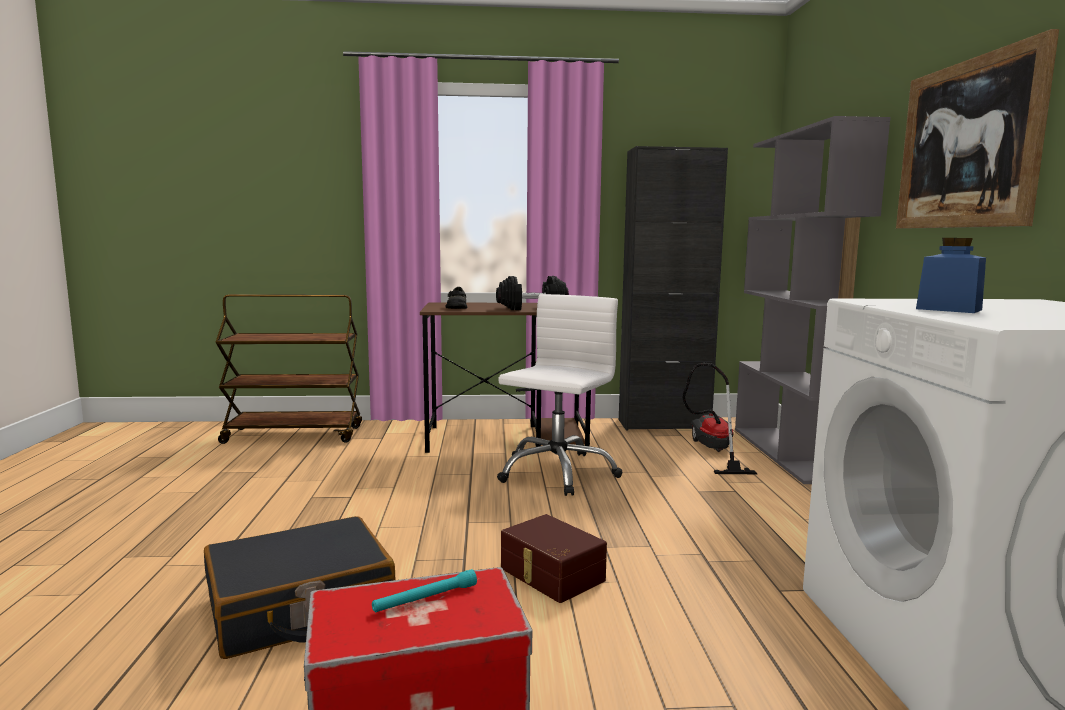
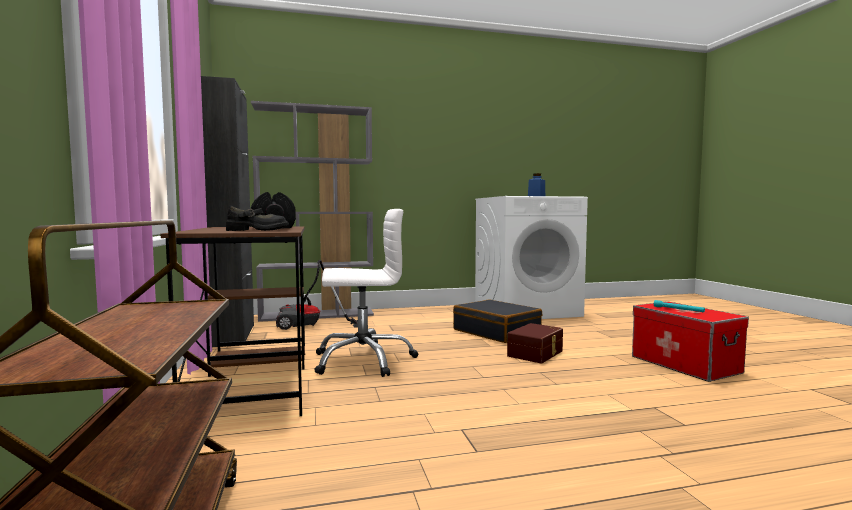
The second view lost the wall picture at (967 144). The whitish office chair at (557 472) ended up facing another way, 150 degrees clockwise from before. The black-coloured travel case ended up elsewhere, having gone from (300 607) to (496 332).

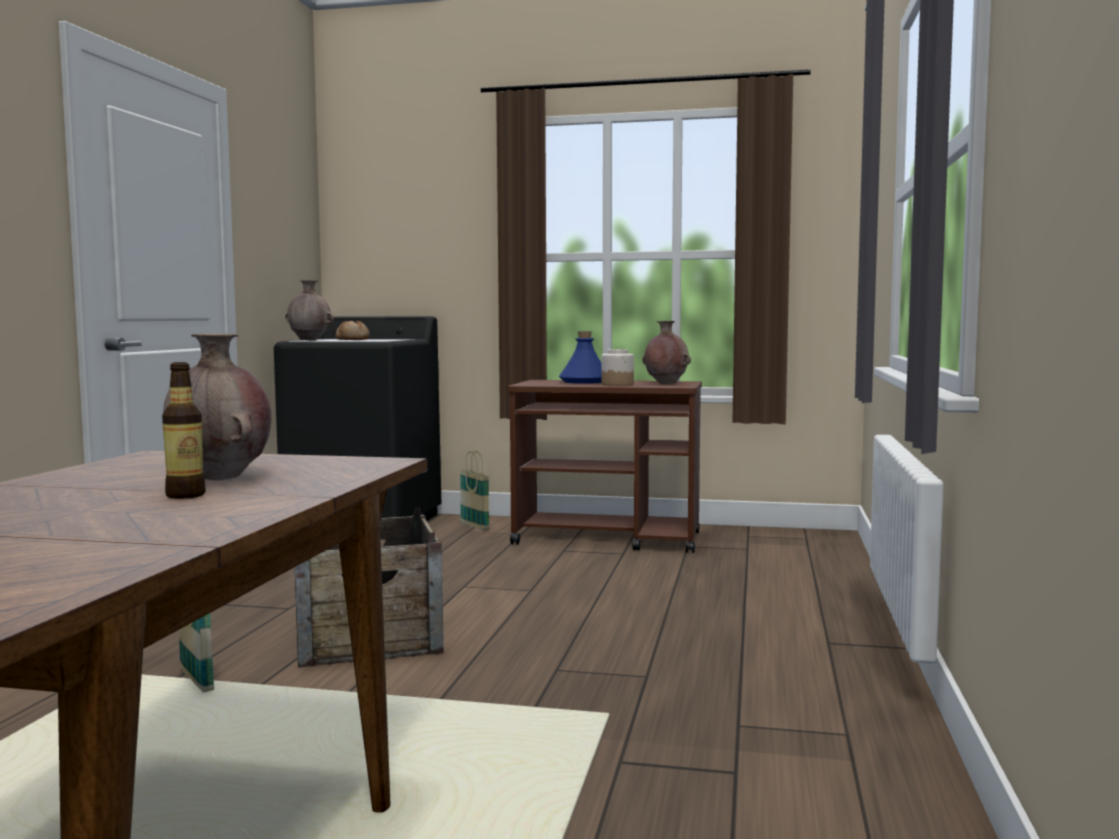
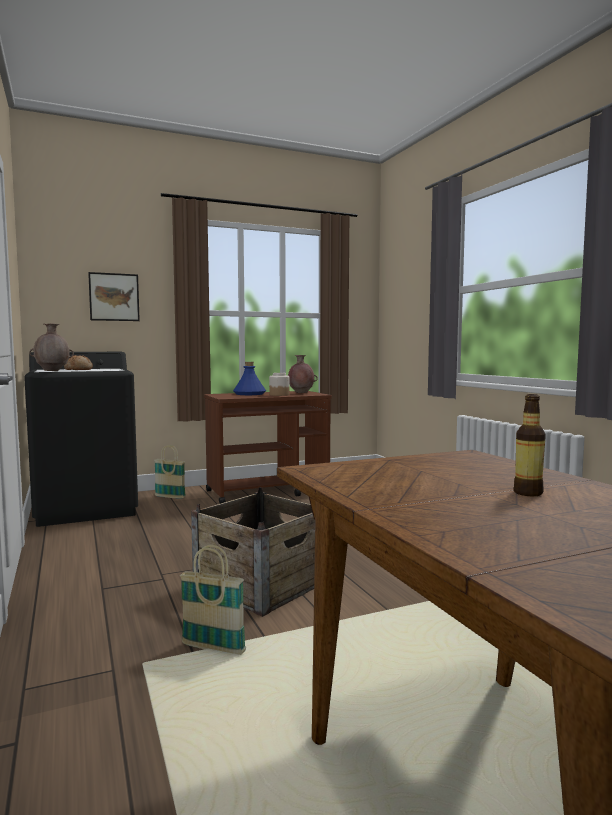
The second view lost the brownish decorative vase at (221 477). The second view gained the wall picture at (114 297).

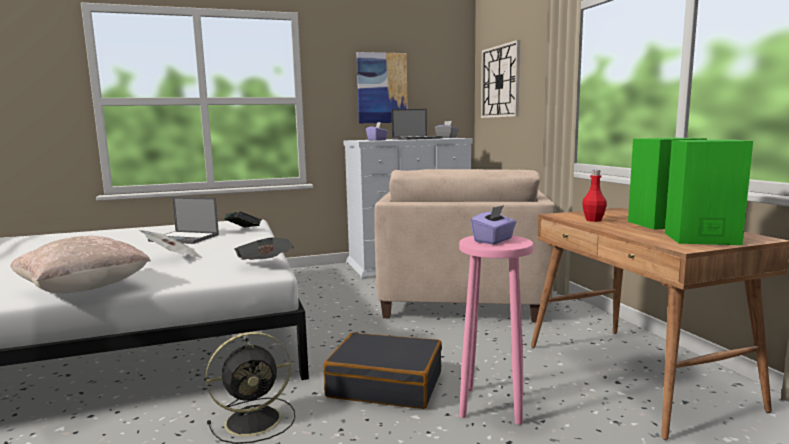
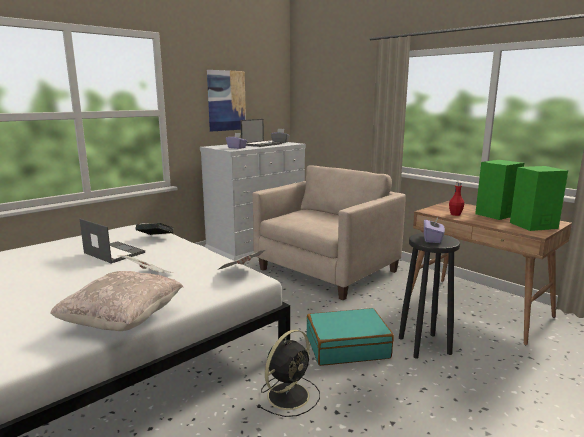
The second view lost the wall clock at (500 81). The sand-coloured lounge chair at (462 298) ended up facing another way, 120 degrees counterclockwise from before. The notebook computer at (185 238) ended up facing another way, 135 degrees counterclockwise from before. What was the pink-coloured stool at (492 404) turned into the black-coloured stool at (424 345). What was the black-coloured travel case at (386 384) turned into the turquoise travel case at (347 346).

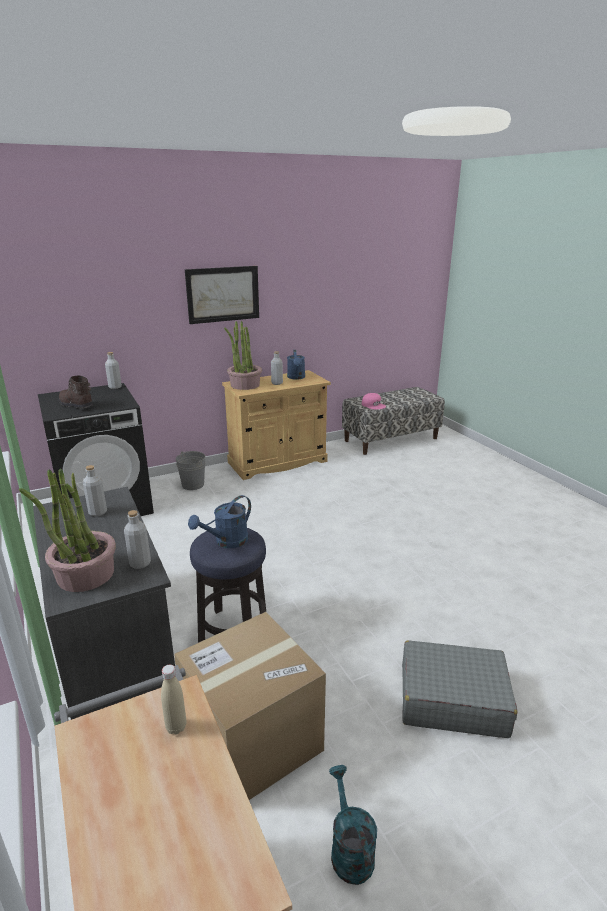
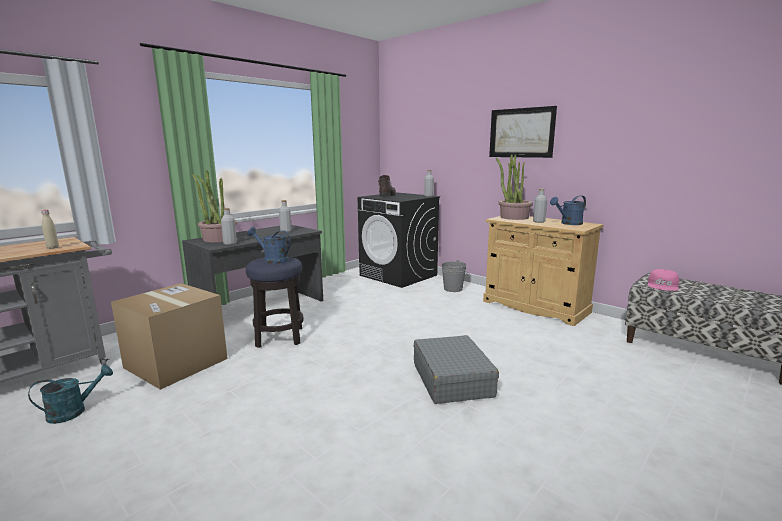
The gray travel case ended up elsewhere, having gone from (452 699) to (452 379).

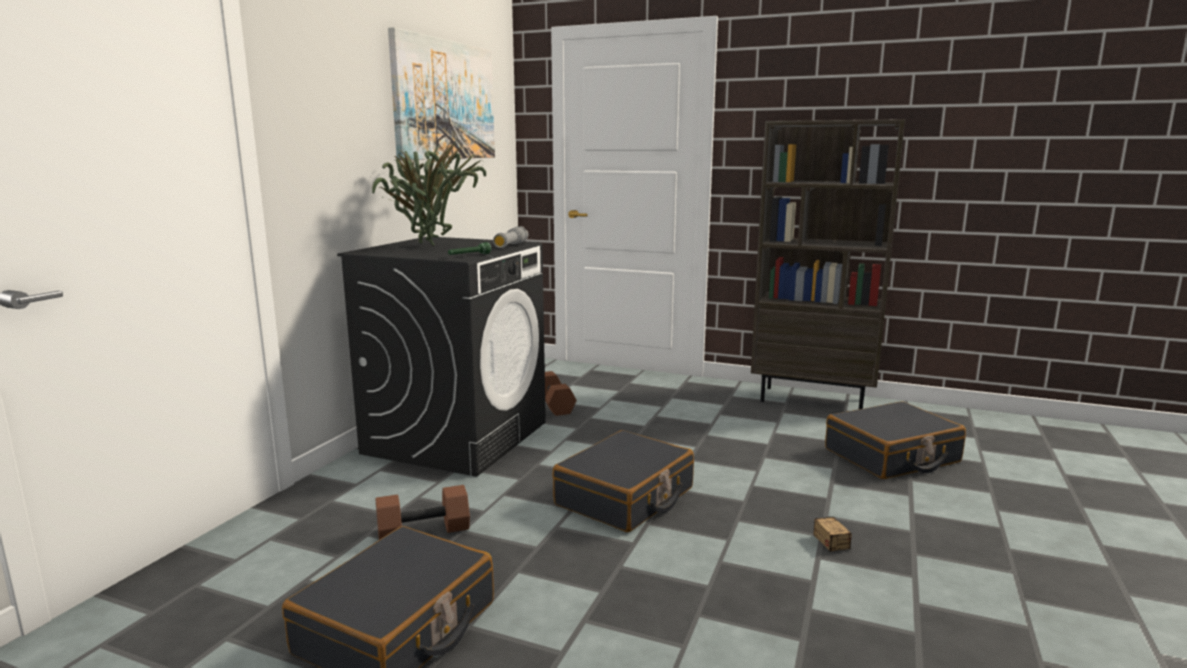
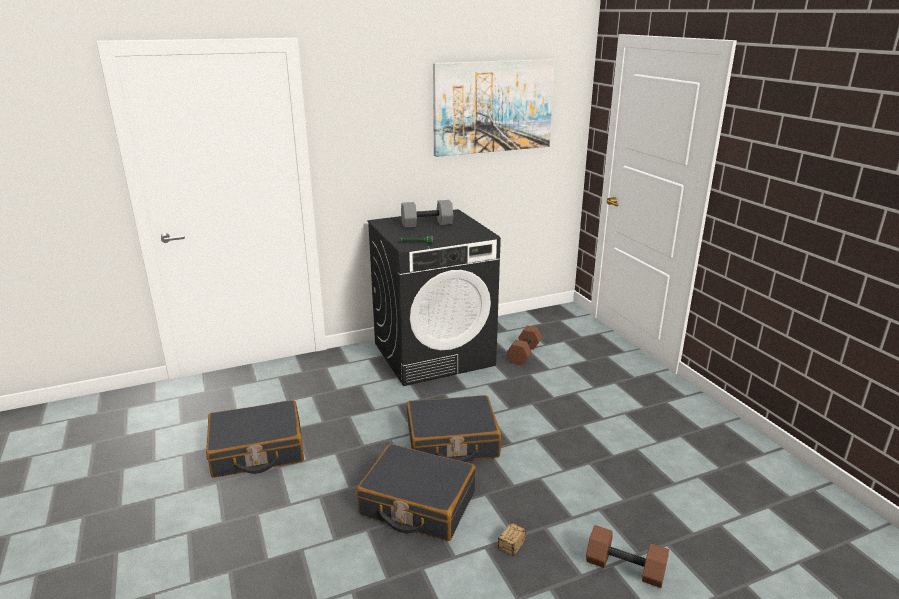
The second view lost the brownish shelving unit at (813 400). Where the potted plant stood at (430 246), the gray dumbbell came to stand at (426 224). The second view lost the gray hand torch at (510 245). The black-coloured travel case ended up elsewhere, having gone from (892 456) to (417 504). The brownish dumbbell ended up elsewhere, having gone from (424 530) to (626 567).

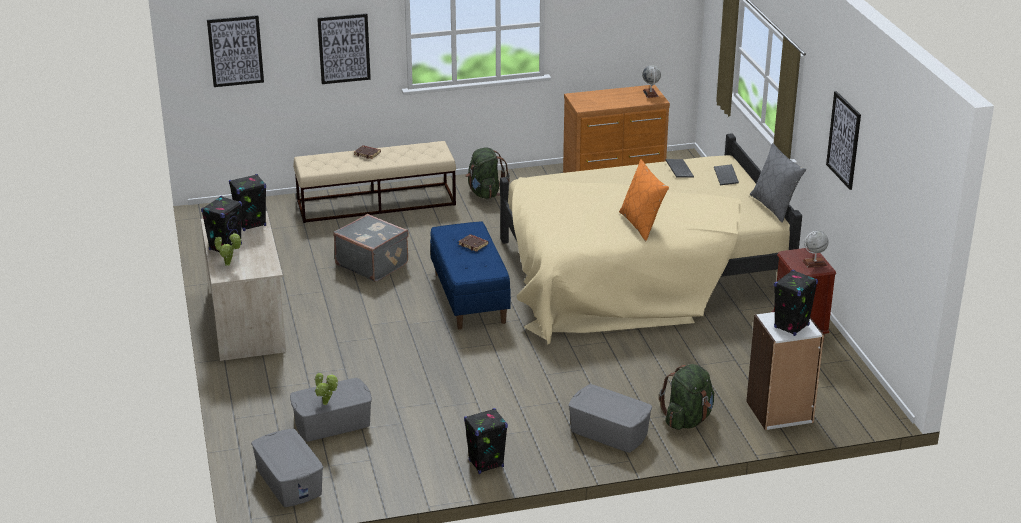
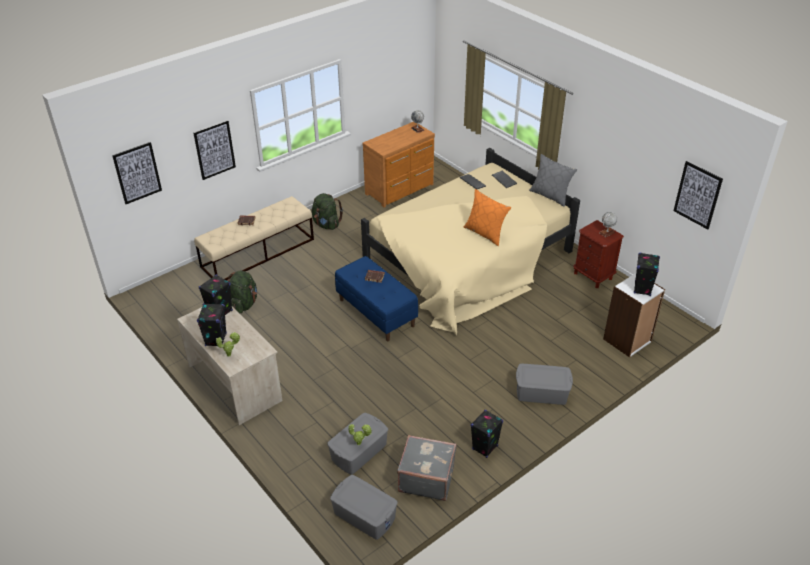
The wall picture ended up elsewhere, having gone from (844 140) to (697 195). The gray travel case ended up elsewhere, having gone from (372 264) to (426 478). The greenish backpack ended up elsewhere, having gone from (687 419) to (244 304).

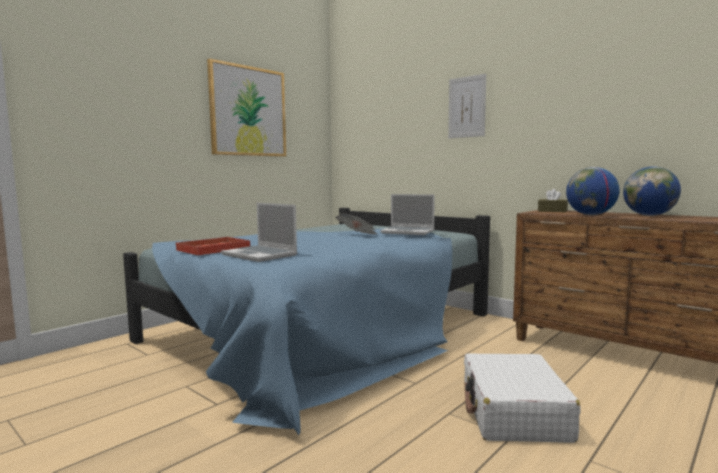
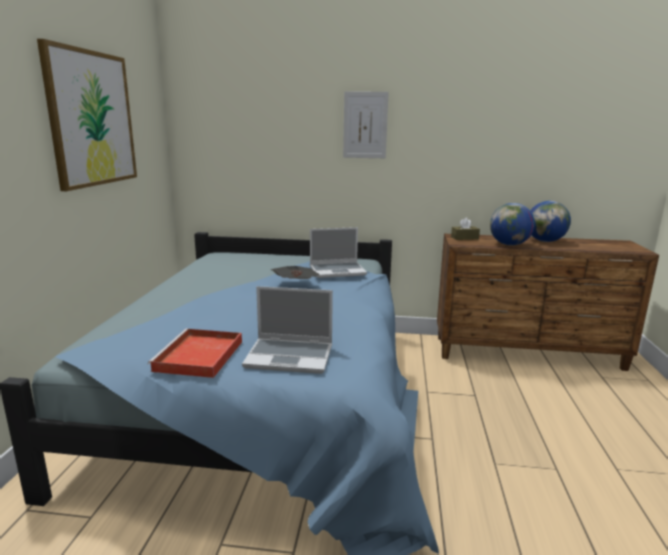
The second view lost the whitish travel case at (514 412).

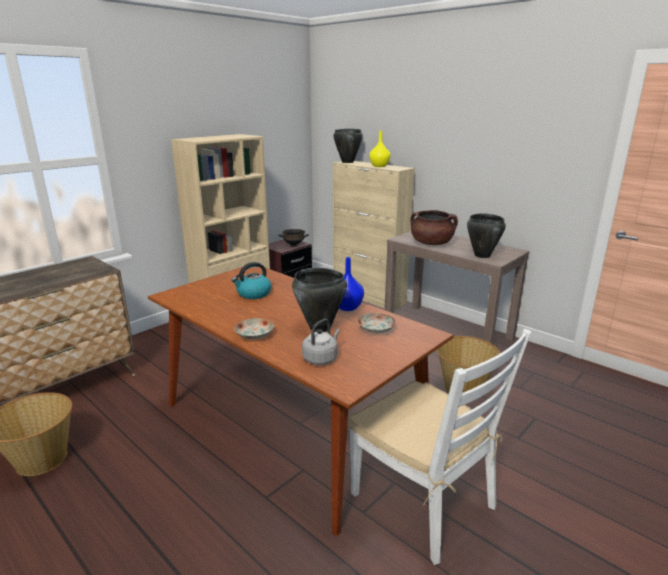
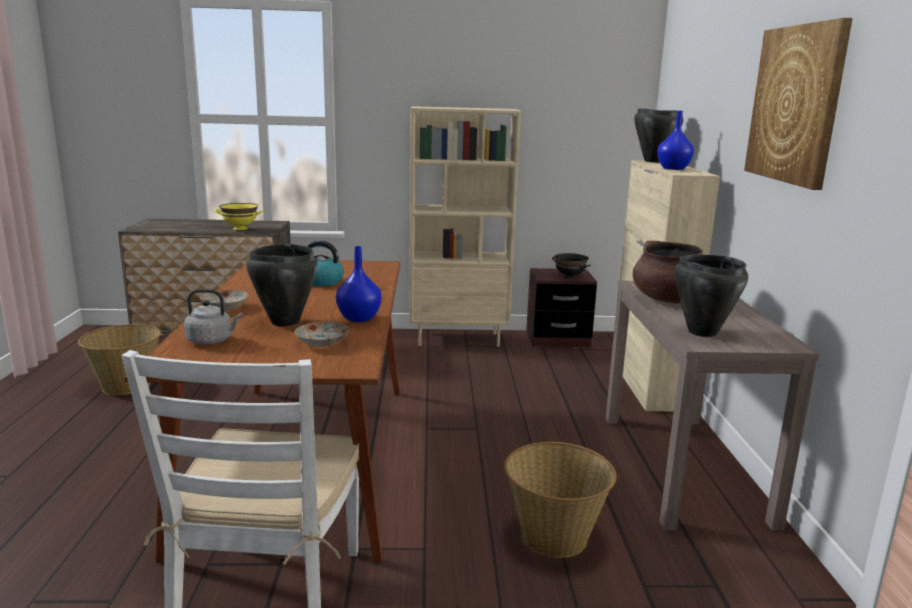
What was the yellowish decorative vase at (379 166) turned into the blue-coloured decorative vase at (673 168). The second view gained the wall picture at (796 104). The second view gained the yellowish deep dish at (240 228).

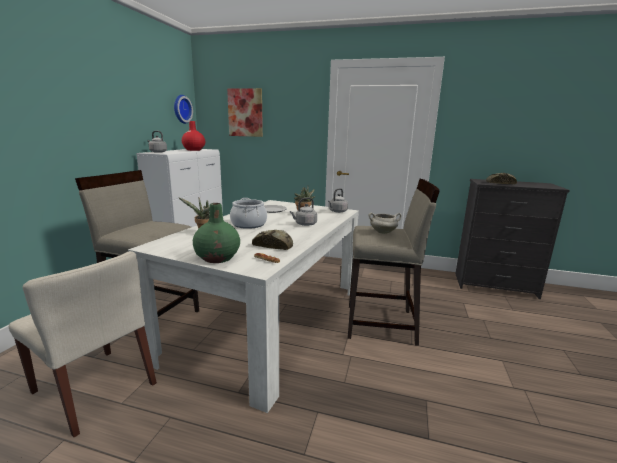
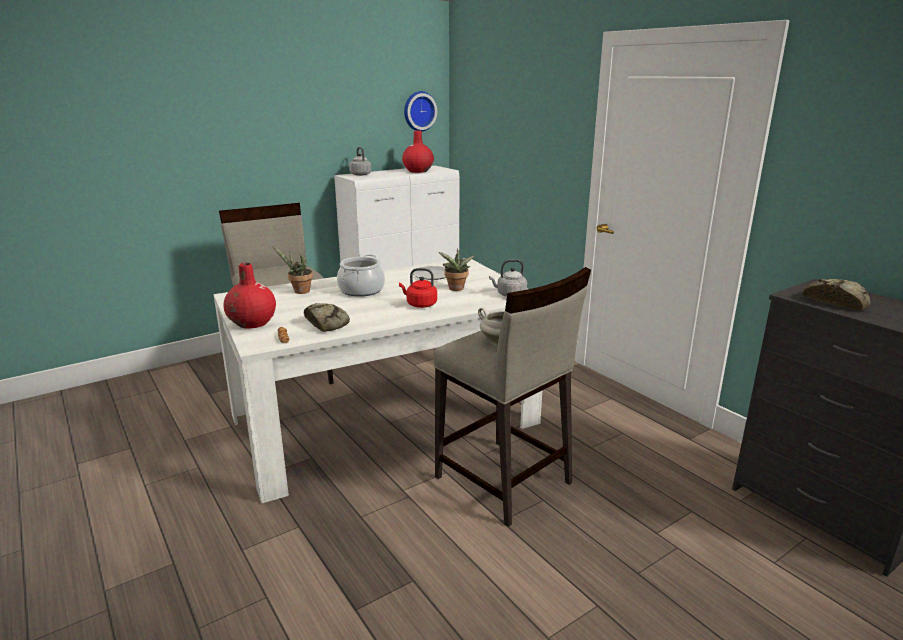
The second view lost the wall picture at (245 112). What was the gray kettle at (304 224) turned into the reddish kettle at (420 304). What was the greenish decorative vase at (218 258) turned into the reddish decorative vase at (252 323). The second view lost the sand-coloured plain chair at (95 388).

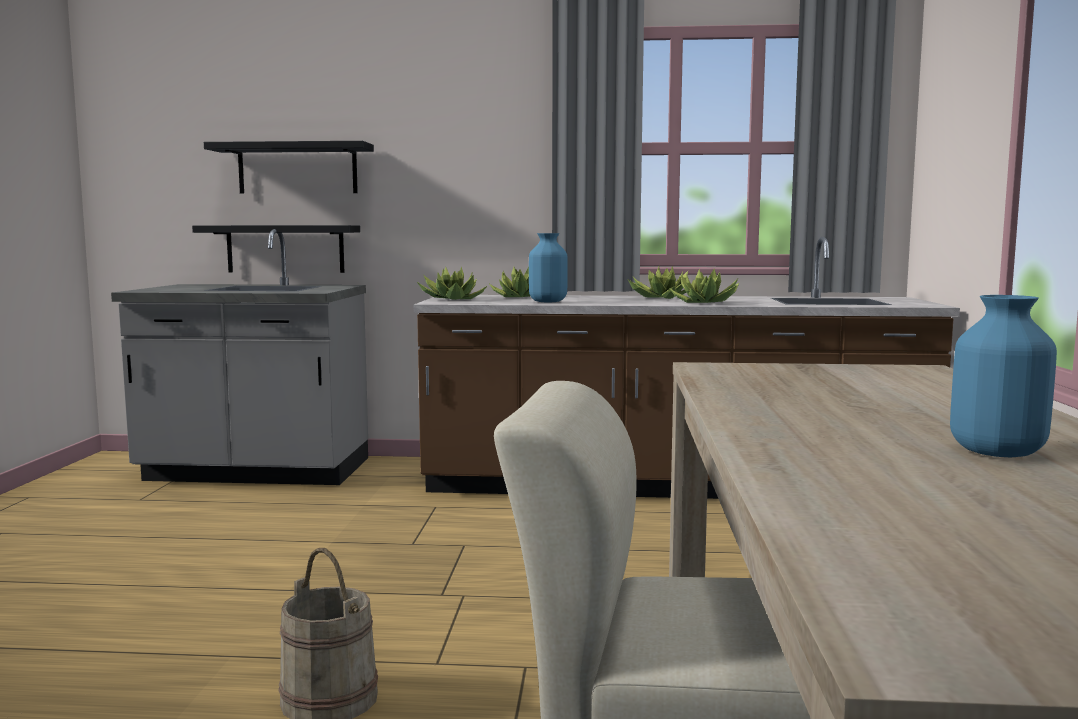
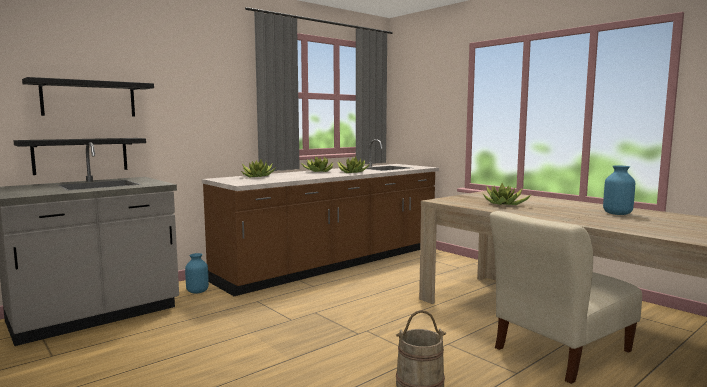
The blue-coloured decorative vase ended up elsewhere, having gone from (548 301) to (197 291). The potted plant ended up elsewhere, having gone from (452 299) to (504 204).

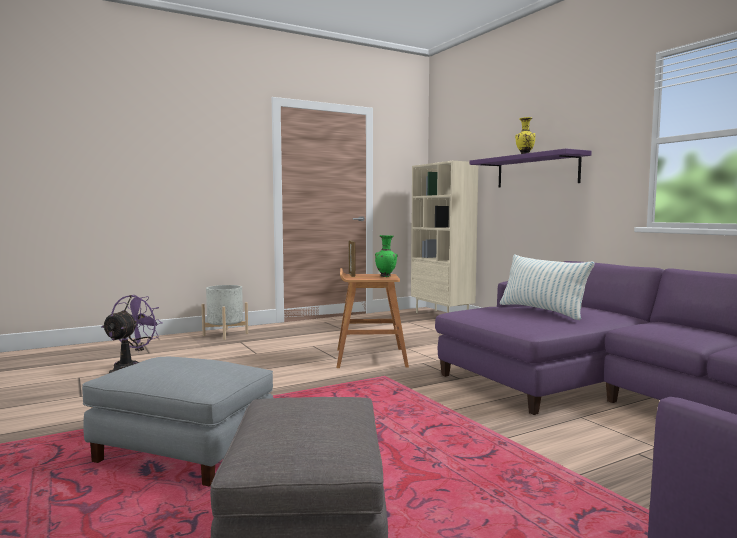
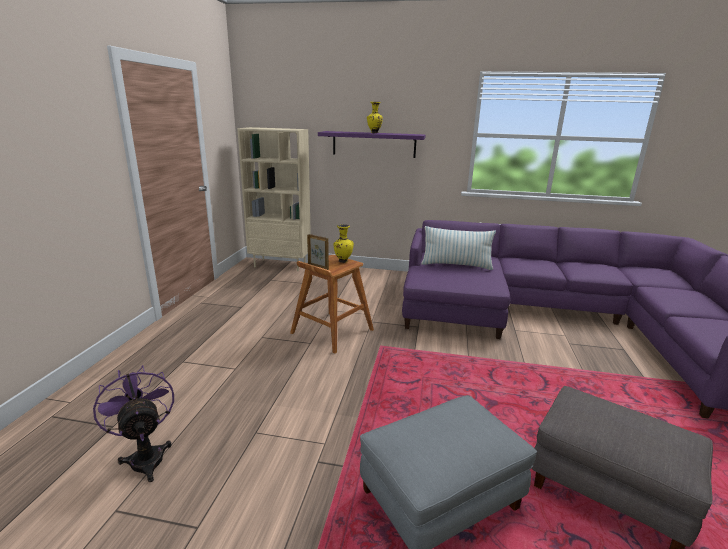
What was the greenish decorative vase at (386 276) turned into the yellowish decorative vase at (343 261). The second view lost the gray planter at (225 334).

